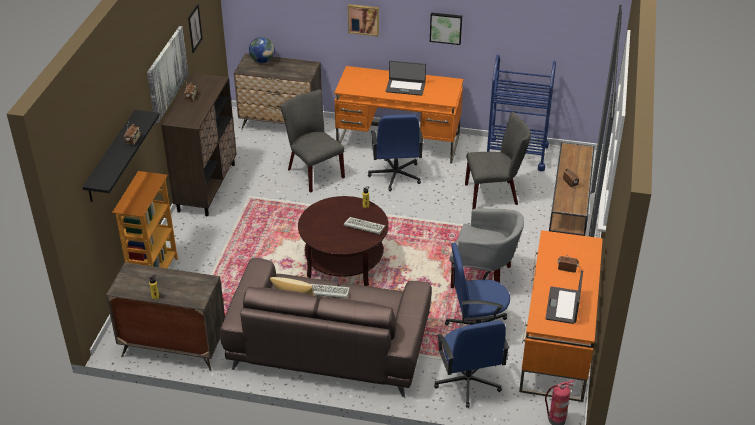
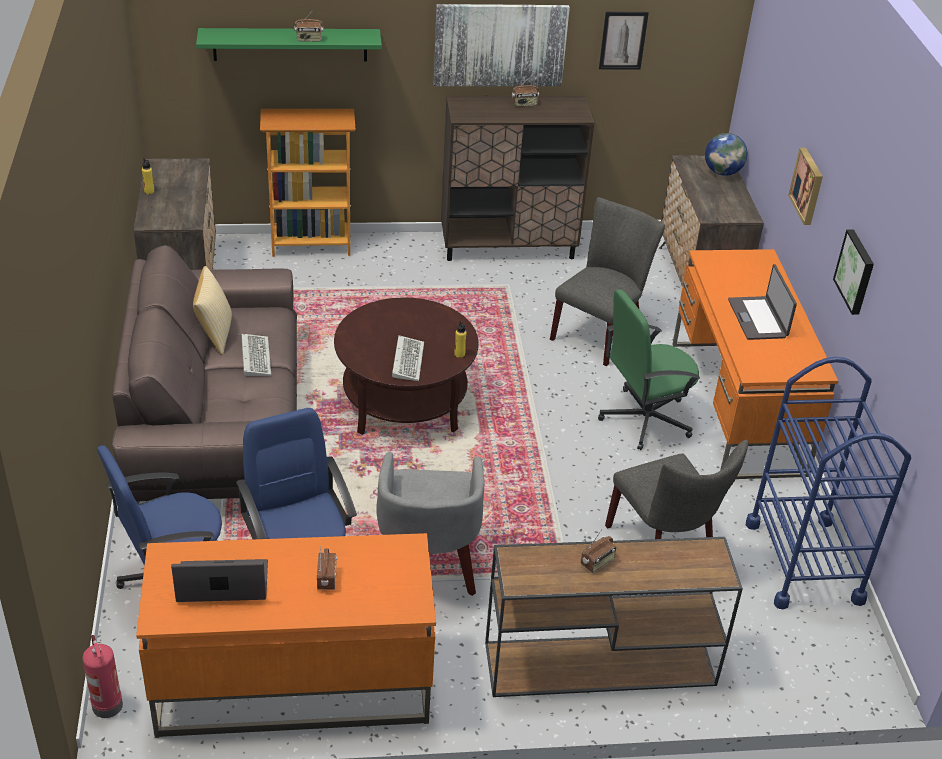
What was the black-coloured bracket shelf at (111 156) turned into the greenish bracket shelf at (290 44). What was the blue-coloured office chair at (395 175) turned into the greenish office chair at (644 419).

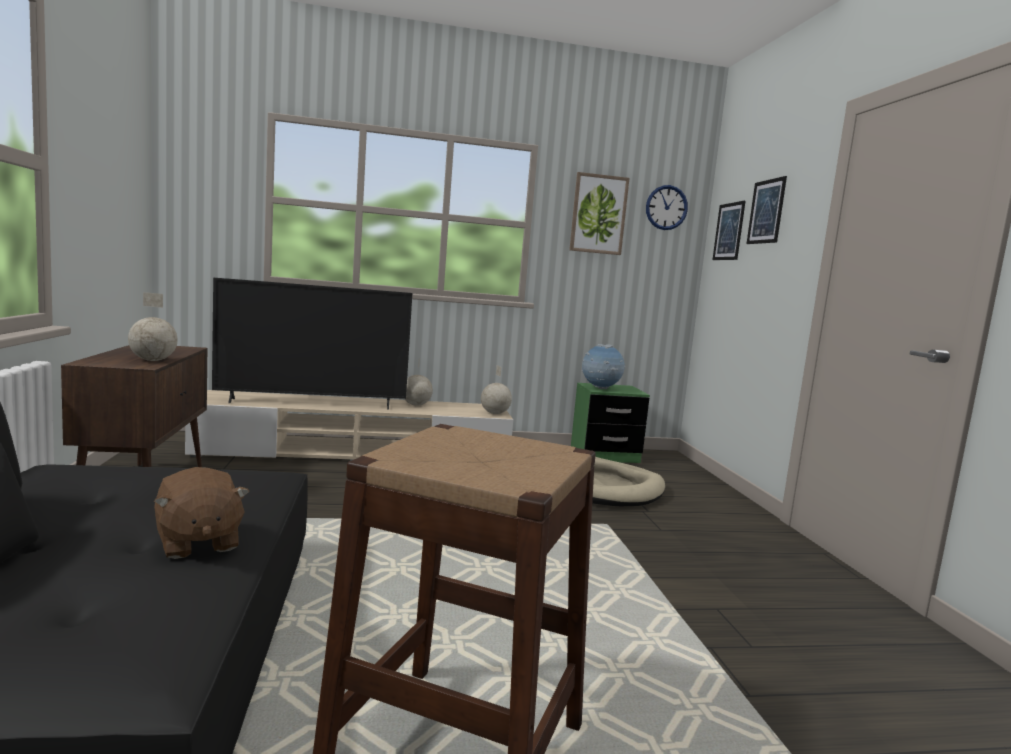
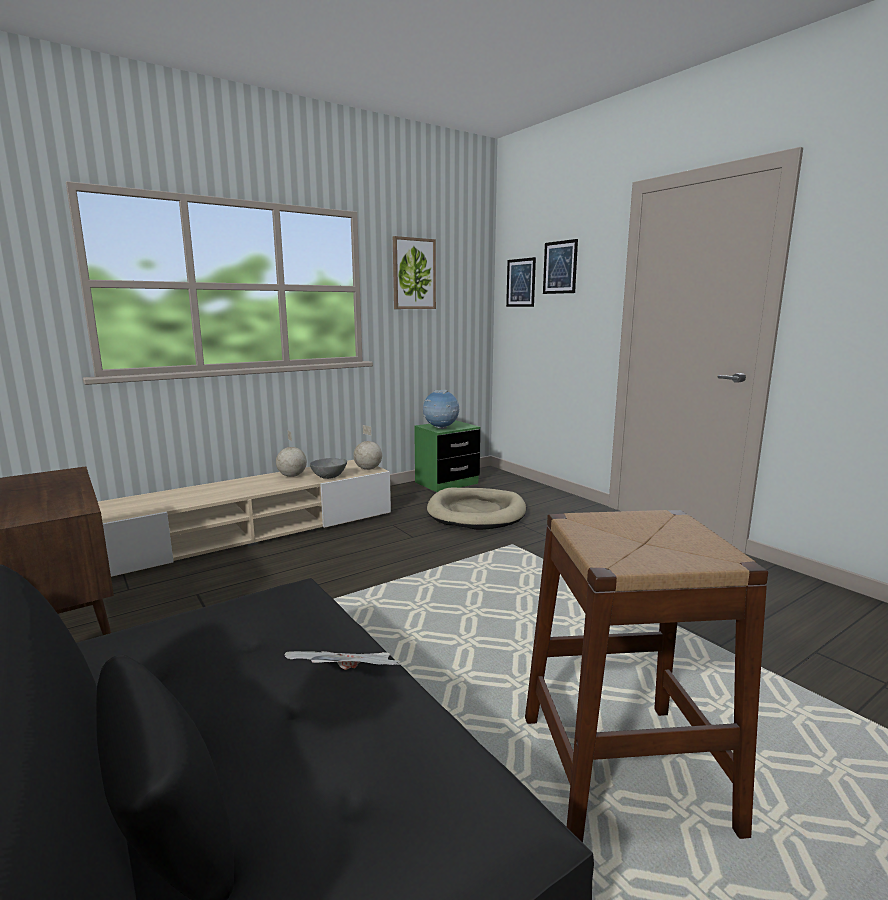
The second view lost the wall clock at (666 207). The second view lost the TV set at (311 404). The second view lost the world globe at (152 360). Where the brownish soft toy stood at (197 543), the printed paper came to stand at (350 684). The second view gained the gray deep dish at (329 476).

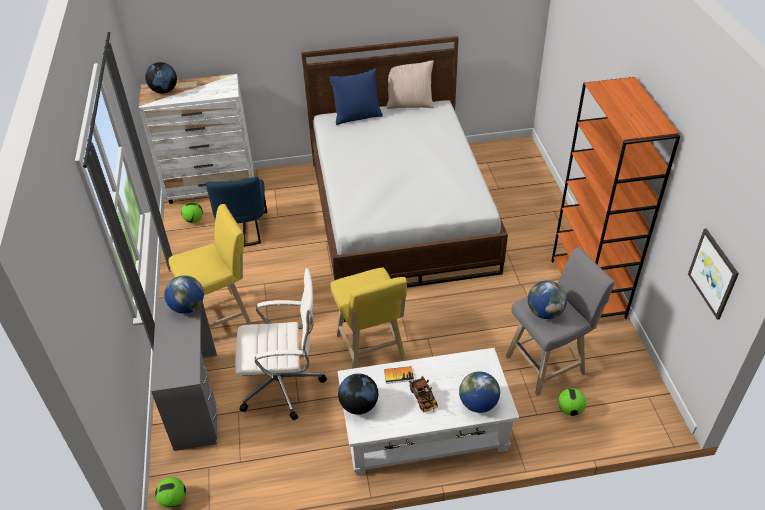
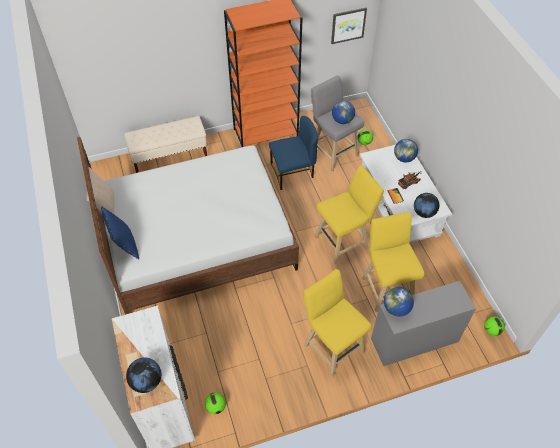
The blue-coloured plain chair ended up elsewhere, having gone from (244 229) to (293 172). Where the whitish office chair stood at (283 385), the yellowish stool came to stand at (386 287). The second view gained the sand-coloured bench at (169 156).

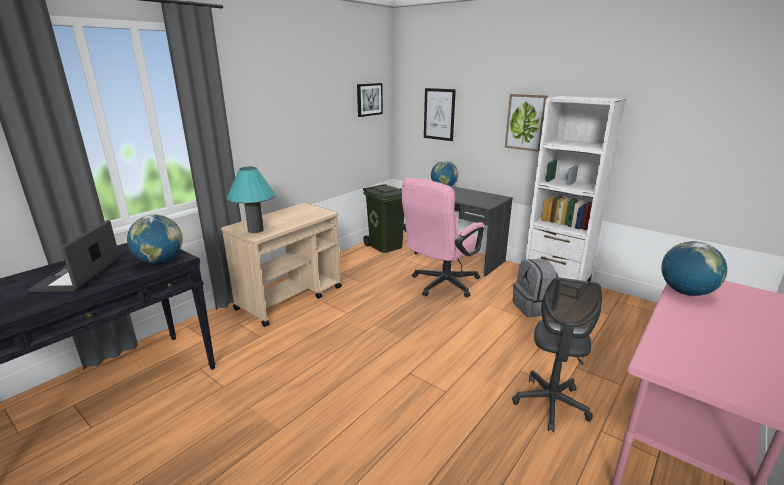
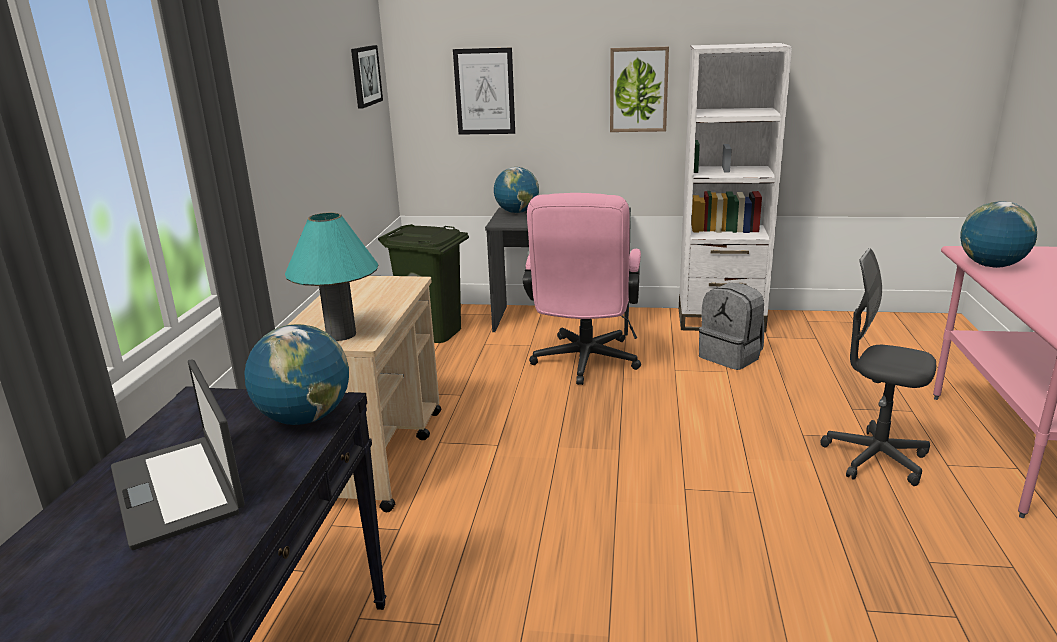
The gray office chair at (550 404) ended up facing another way, 135 degrees clockwise from before.

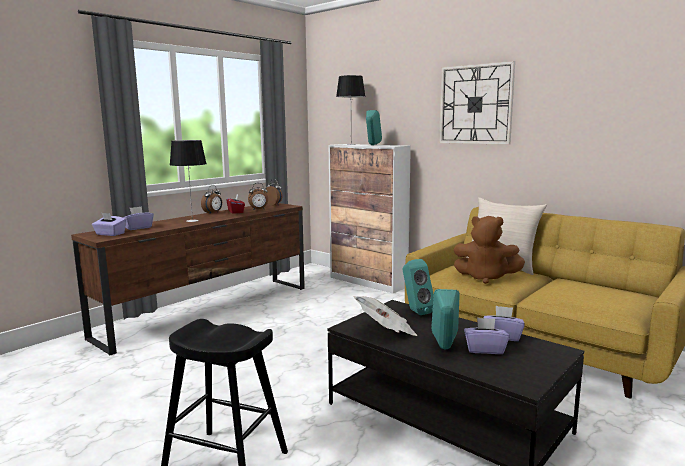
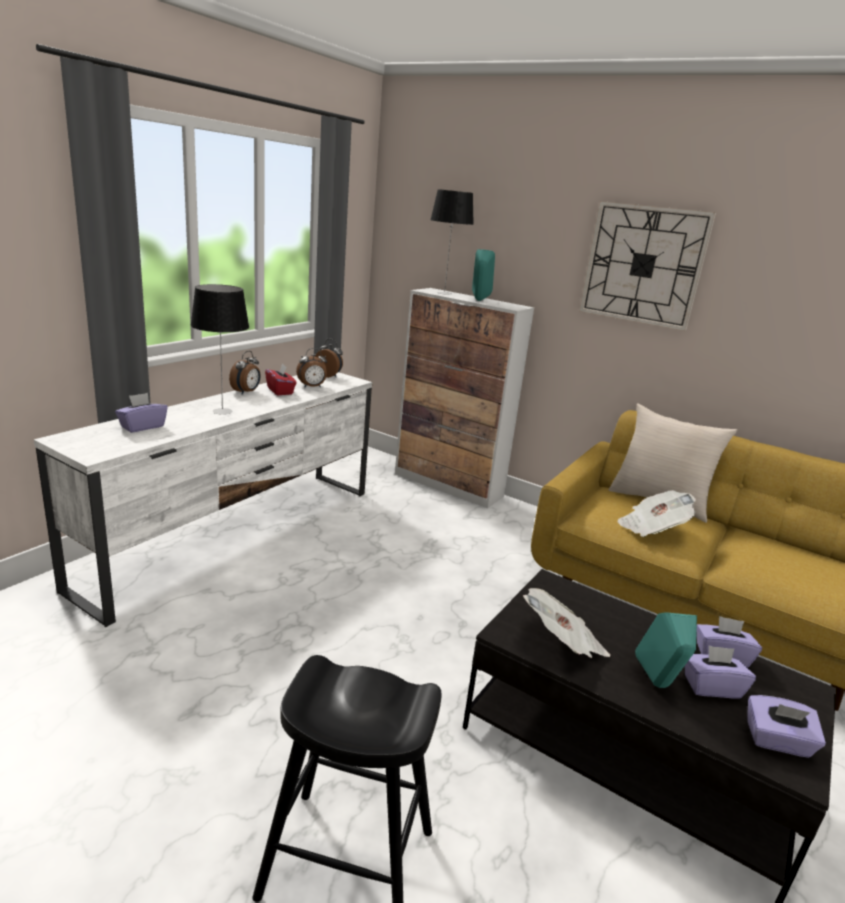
What was the brownish tv unit at (210 310) turned into the whitish tv unit at (239 534). The purple-coloured tissue holder ended up elsewhere, having gone from (110 234) to (777 741). Where the brownish soft toy stood at (485 278), the printed paper came to stand at (652 528). The second view lost the turquoise audio speaker at (415 311).

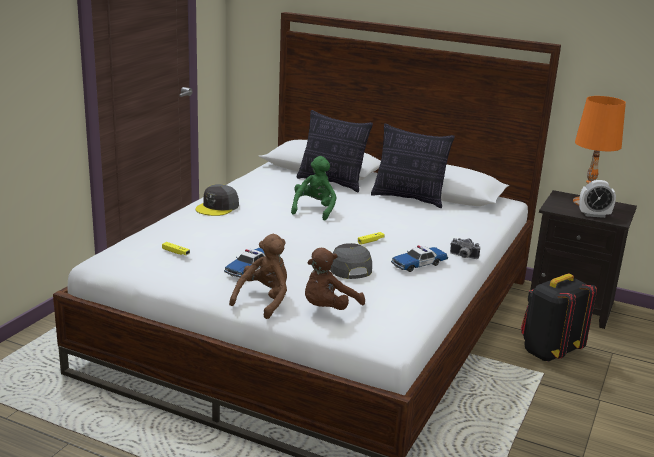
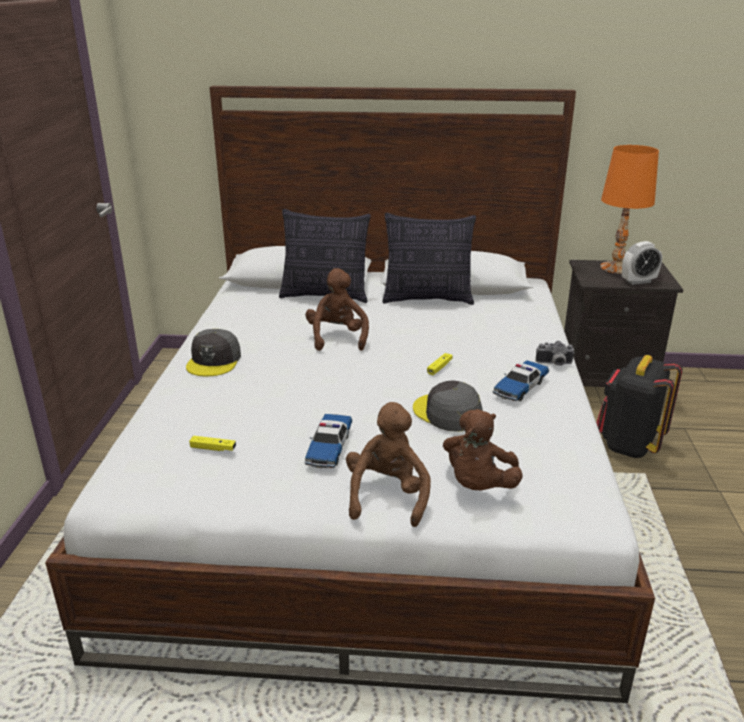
What was the greenish soft toy at (314 210) turned into the brownish soft toy at (337 338).

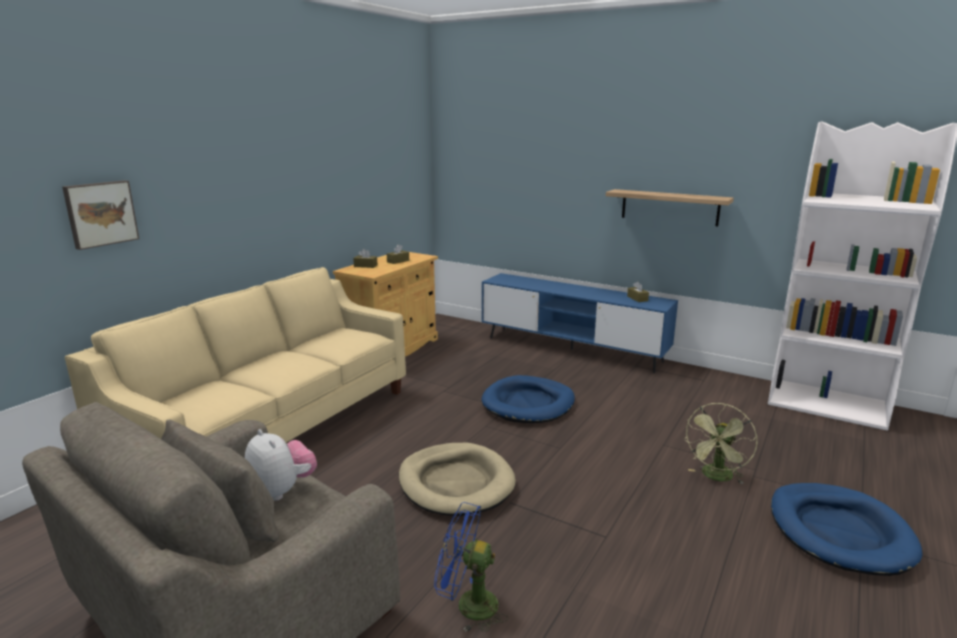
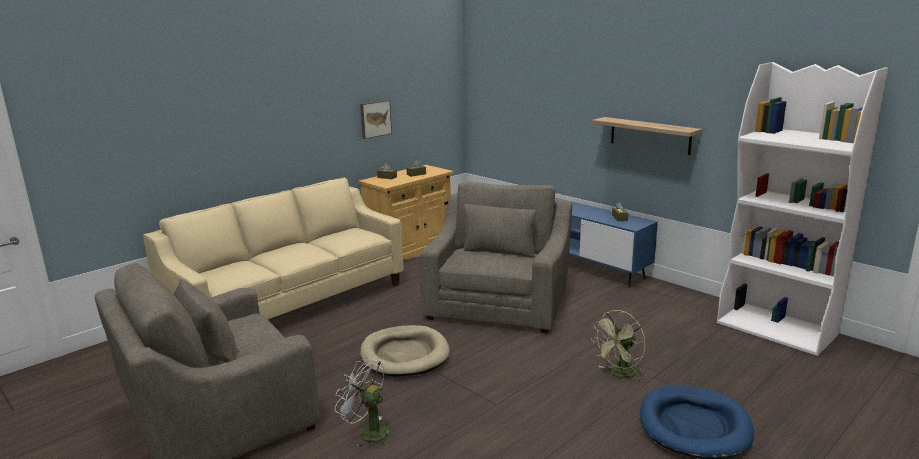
The wall picture ended up elsewhere, having gone from (100 213) to (375 118). Where the blue-coloured dog bed stood at (528 403), the gray lounge chair came to stand at (498 302). The second view lost the soft toy at (282 490). What was the blue-coloured cooling fan at (468 605) turned into the whitish cooling fan at (368 432).

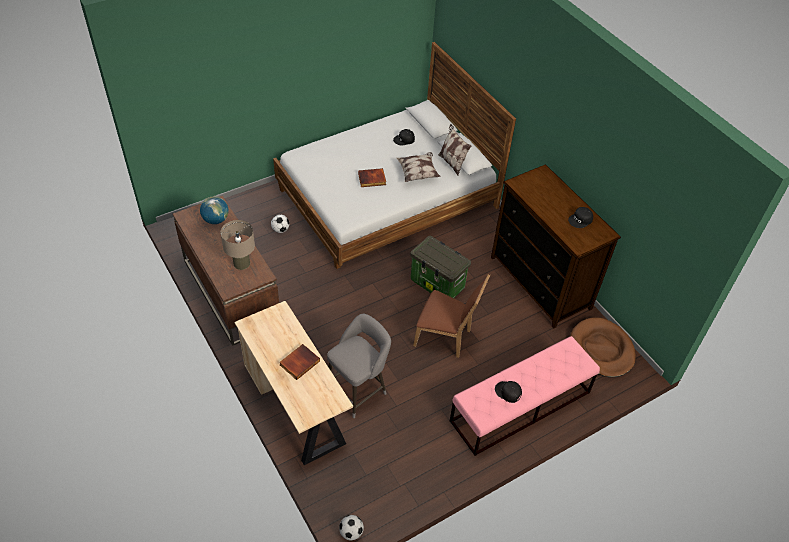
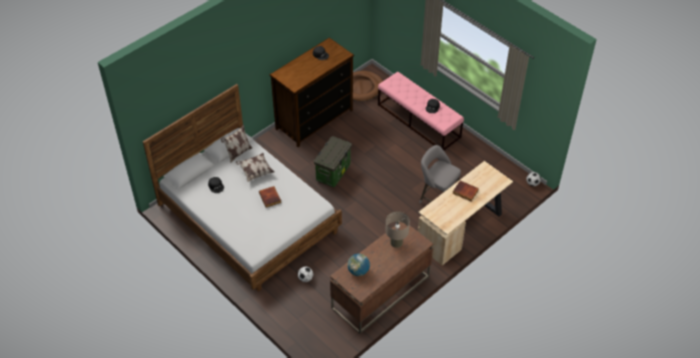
The second view lost the brownish plain chair at (446 337).

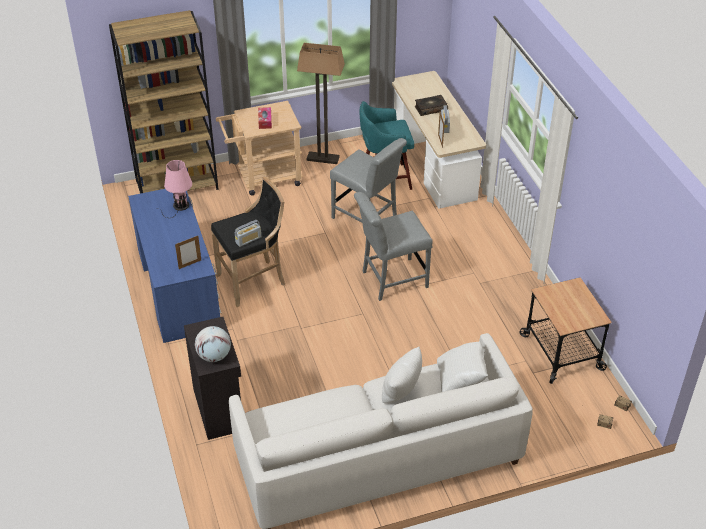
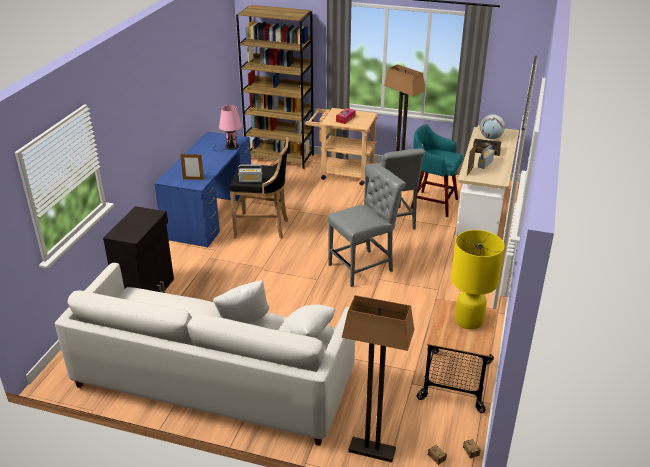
The gray plain chair at (391 280) ended up facing another way, 135 degrees clockwise from before. The world globe ended up elsewhere, having gone from (214 356) to (490 138). The second view gained the yellowish table lamp at (468 320). The second view gained the floor lamp at (371 451).

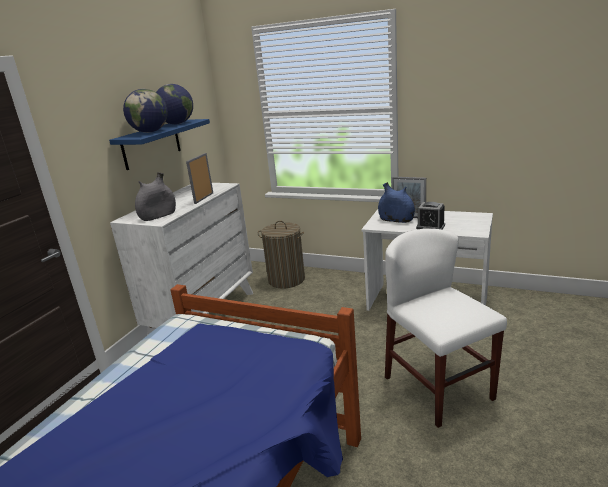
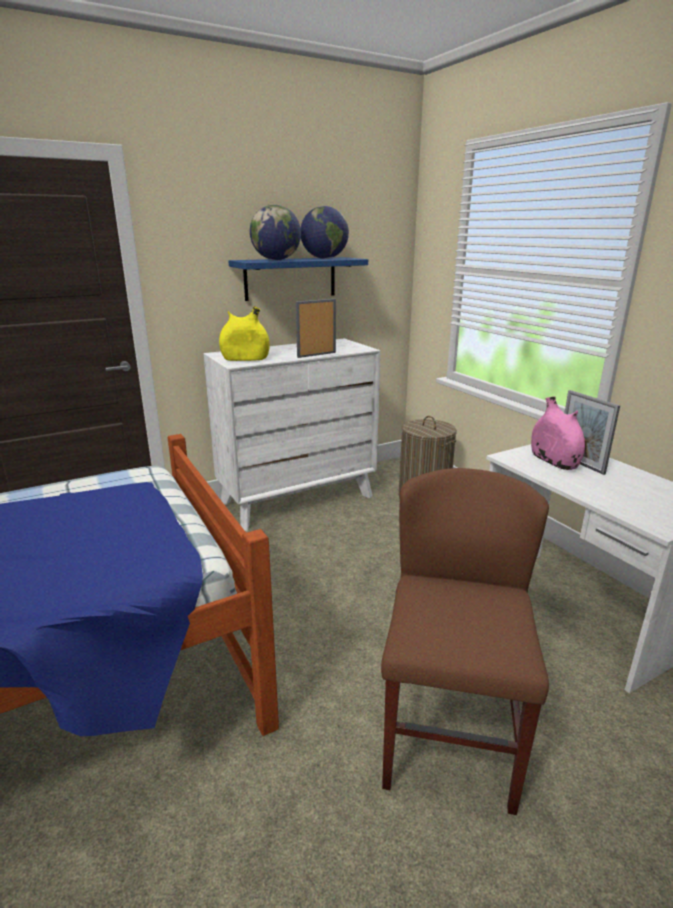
What was the gray decorative vase at (158 216) turned into the yellowish decorative vase at (245 359). What was the blue-coloured decorative vase at (396 220) turned into the pink-coloured decorative vase at (553 461). The second view lost the bedside clock at (430 226). What was the whitish plain chair at (438 388) turned into the brownish plain chair at (449 736).

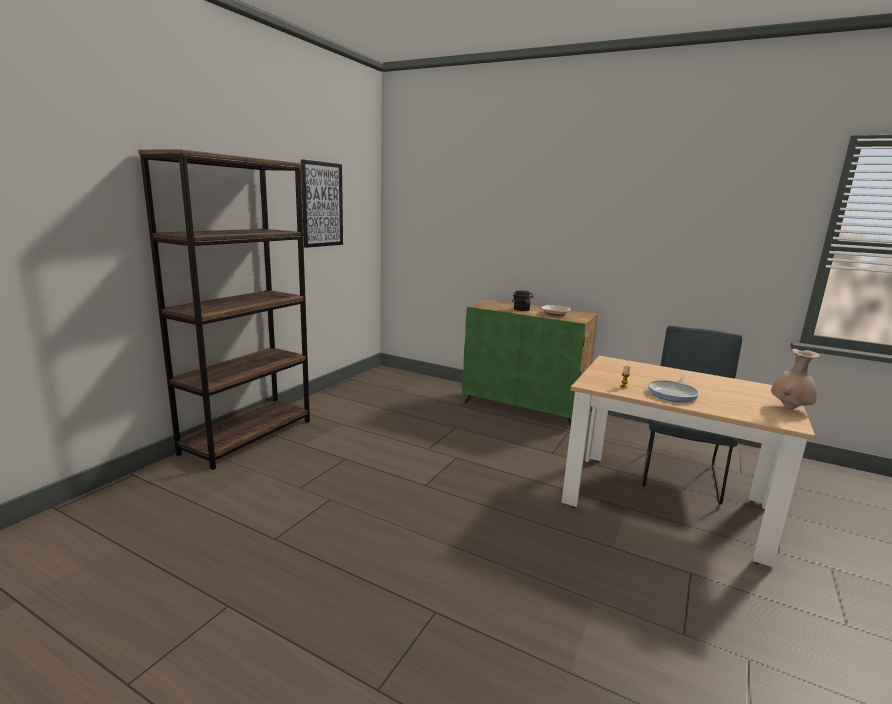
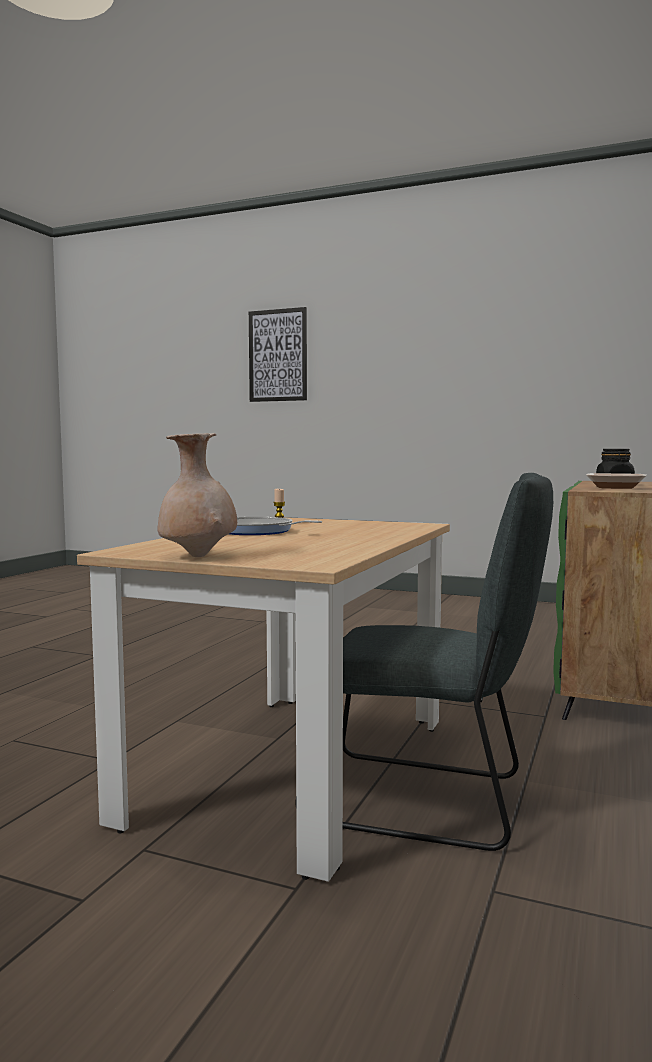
The second view lost the brownish shelving unit at (248 436). The wall picture ended up elsewhere, having gone from (322 204) to (278 355).

